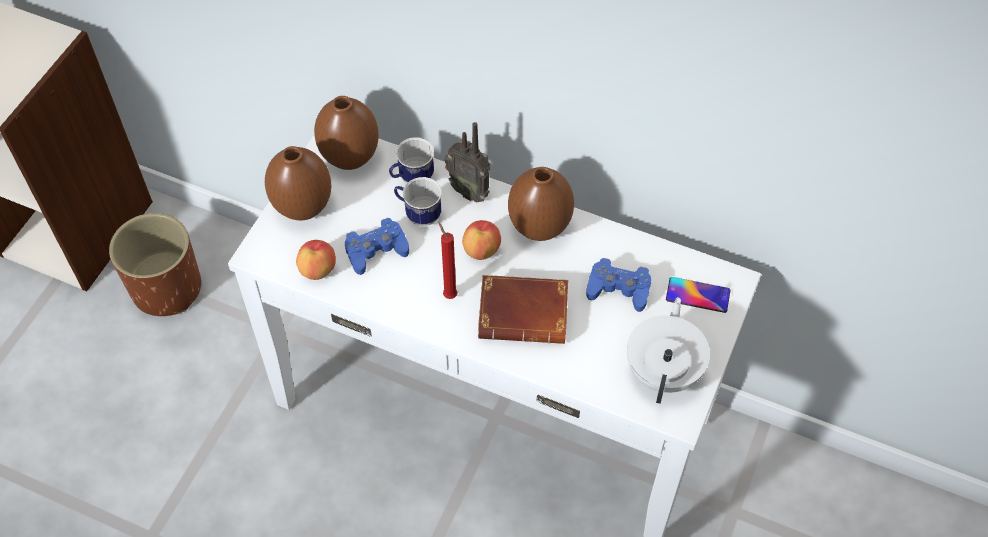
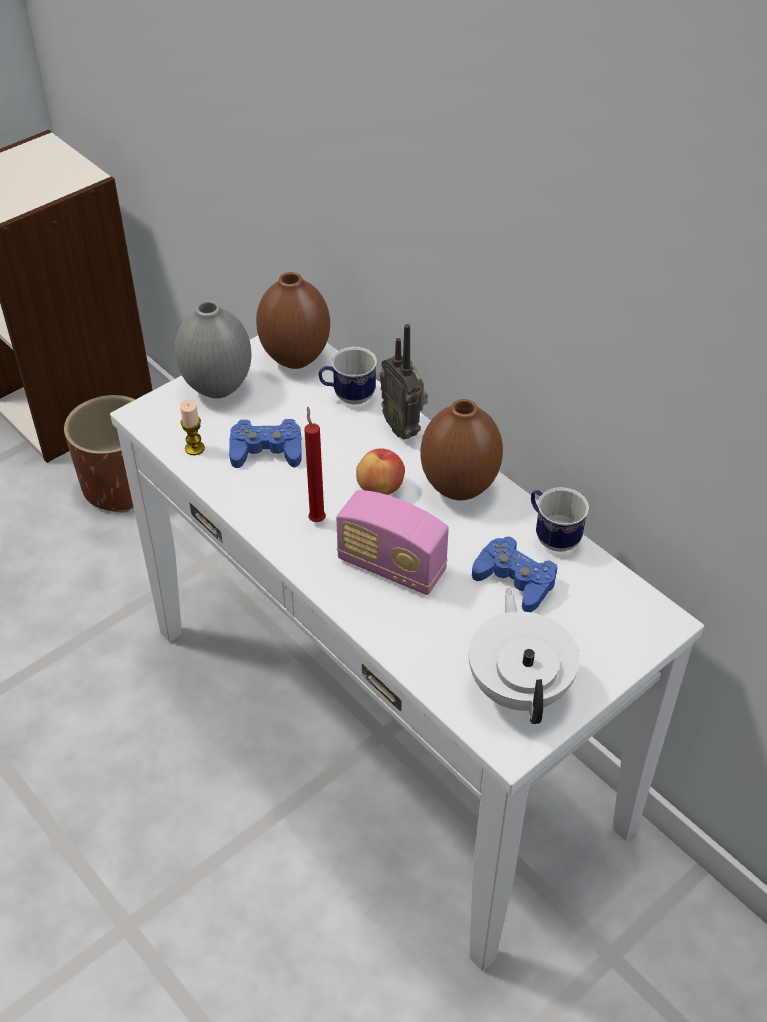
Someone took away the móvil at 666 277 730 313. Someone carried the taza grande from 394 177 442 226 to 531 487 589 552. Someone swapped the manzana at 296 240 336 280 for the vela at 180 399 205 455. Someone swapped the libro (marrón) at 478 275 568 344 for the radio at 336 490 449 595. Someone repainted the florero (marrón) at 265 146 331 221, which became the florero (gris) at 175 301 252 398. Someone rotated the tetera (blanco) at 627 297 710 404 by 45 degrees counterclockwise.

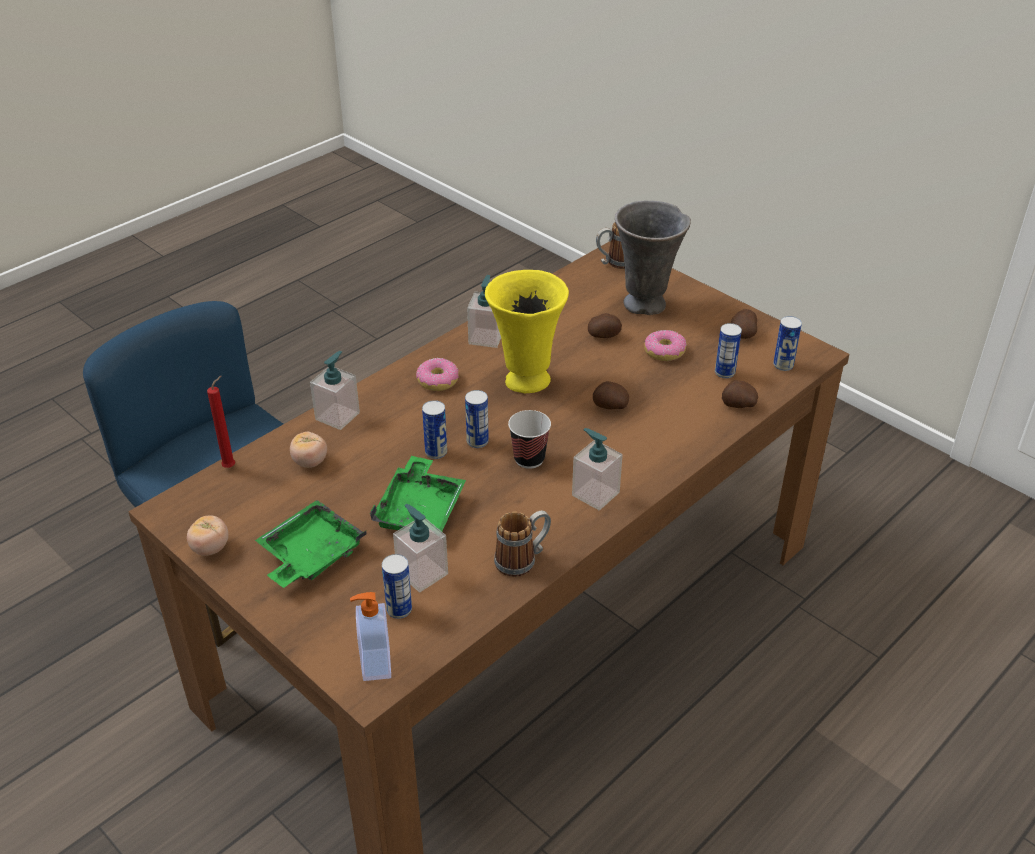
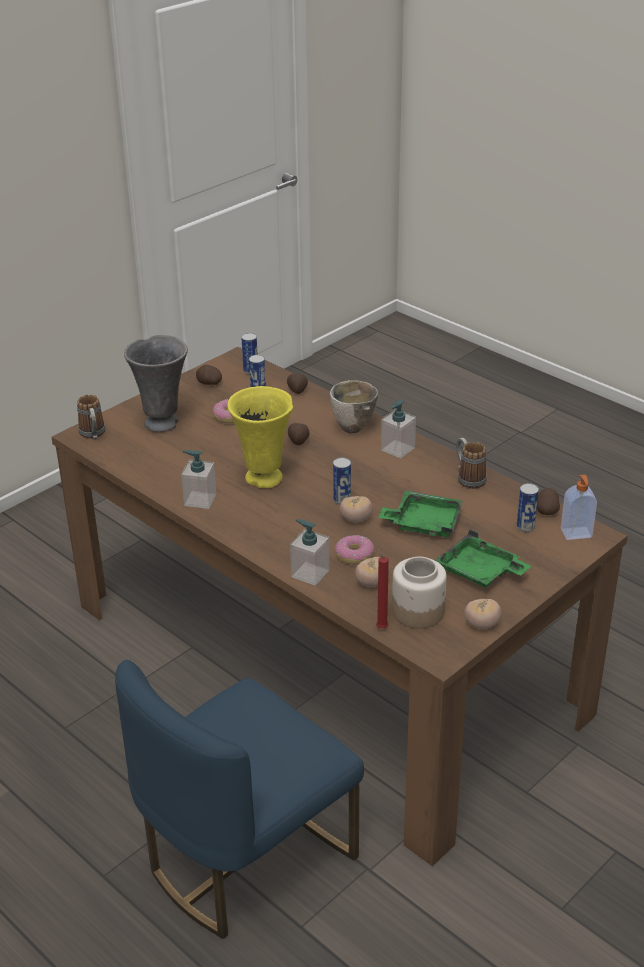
Someone took away the dispensador de jabón at 393 504 448 592. Someone took away the taza at 508 410 551 469. Someone put down the cuenco at 330 380 378 433. Someone put down the tarro at 392 556 447 629. Someone carried the rosquilla from 416 358 459 391 to 335 535 375 565. Someone carried the patata from 588 313 622 338 to 537 488 560 515. Someone swapped the lata at 422 400 447 459 for the tomate at 340 496 373 523.

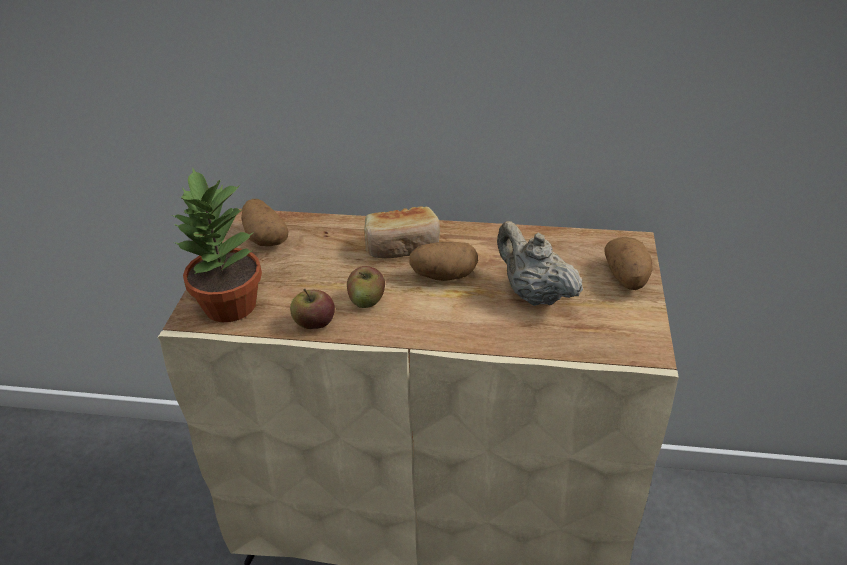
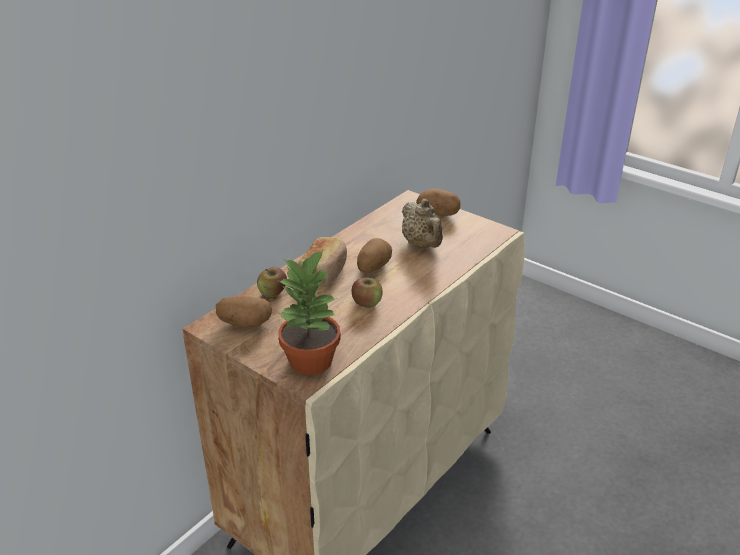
Someone carried the manzana from 290 288 335 329 to 257 267 287 297. Someone rotated the tetera (beis) at 497 221 583 306 by 105 degrees counterclockwise.

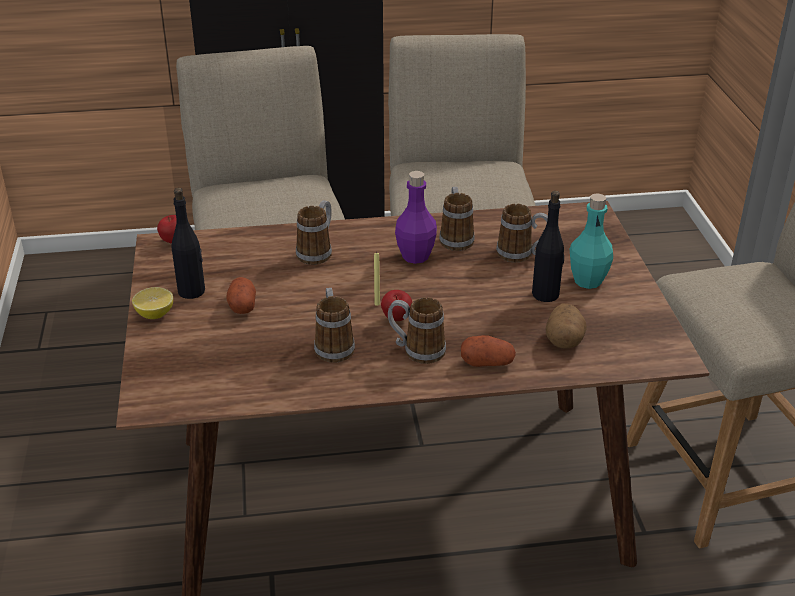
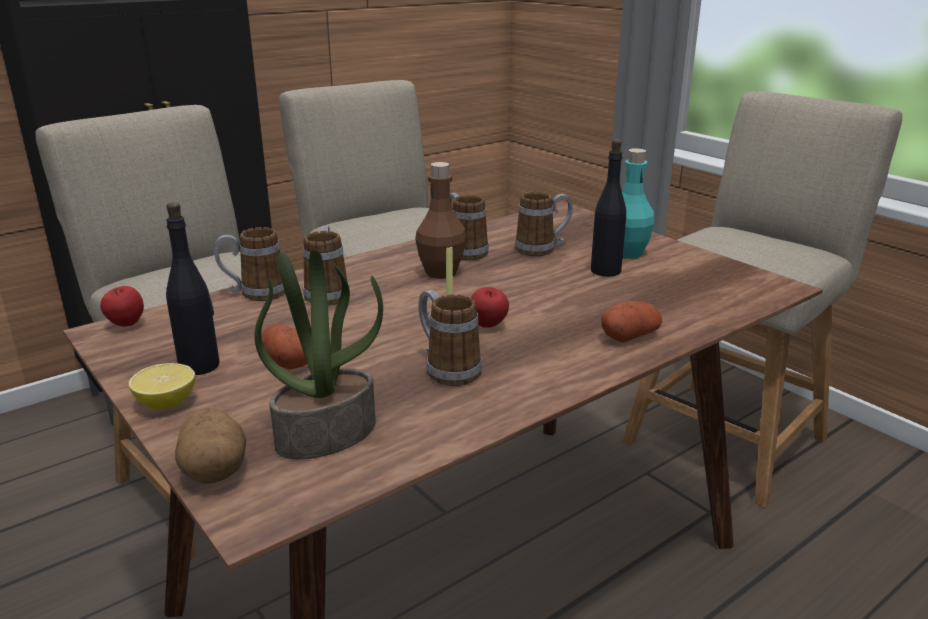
Someone put down the planta en maceta at 254 249 383 459. Someone carried the taza grande from 388 297 446 364 to 214 227 285 301. Someone carried the patata from 546 303 586 349 to 175 408 246 484. Someone repainted the botella (morado) at 395 171 437 264, which became the botella (marrón) at 415 162 466 279.

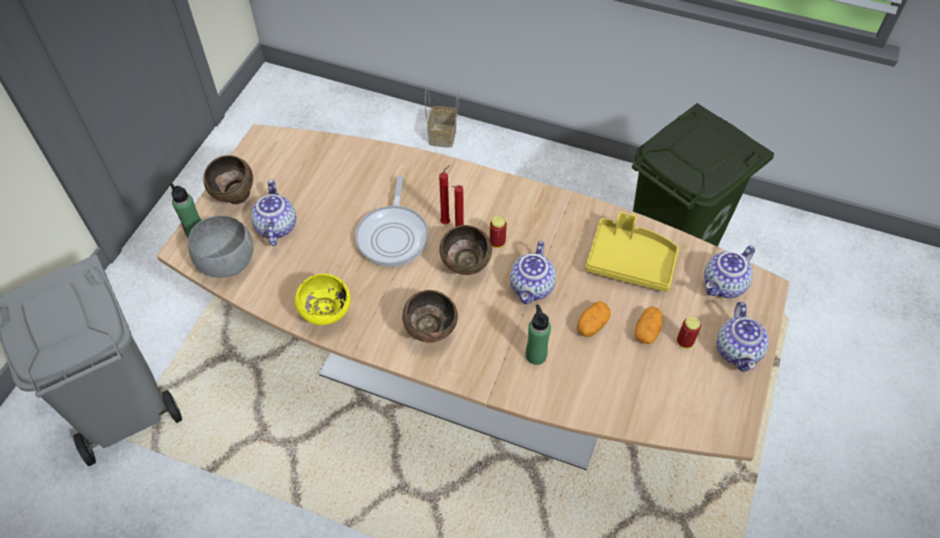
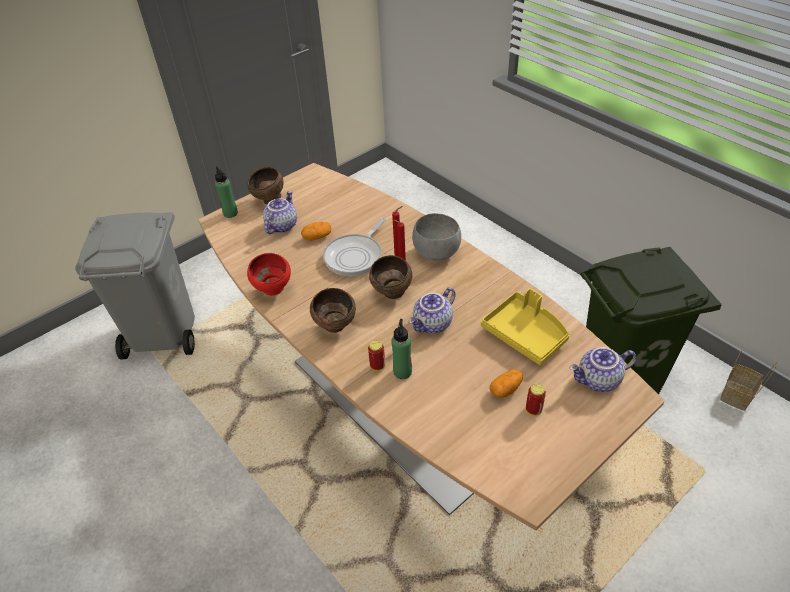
Someone took away the tetera at 717 302 769 372. Someone carried the cuenco (gris) from 188 215 254 278 to 412 213 461 261. Someone carried the cesta from 425 88 459 148 to 720 347 779 411. Someone carried the lata from 490 216 507 248 to 368 340 385 371. Someone carried the patata from 577 301 611 337 to 301 222 331 241. Someone repainted the cuenco (amarillo) at 295 274 351 325, which became the cuenco (rojo) at 247 253 291 296.

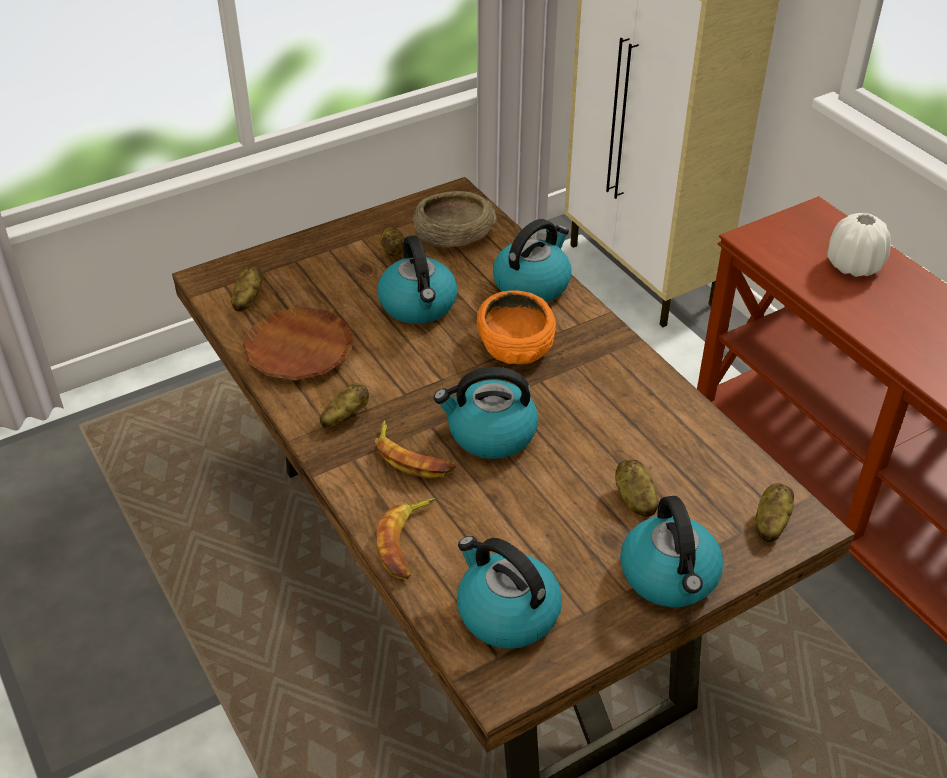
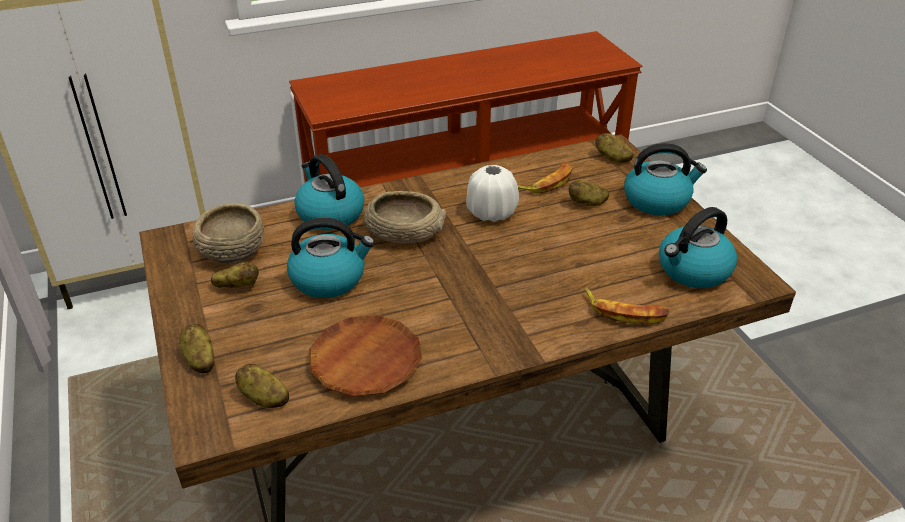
Someone took away the hervidor at 434 367 538 459. Someone carried the patata from 320 384 369 428 to 179 324 214 373. Someone carried the plátano from 375 420 456 478 to 518 162 573 194. Someone carried the florero (blanco) from 827 213 891 277 to 466 165 519 222. Someone repainted the cuenco (naranja) at 477 290 556 364, which became the cuenco (beis) at 364 191 446 243.

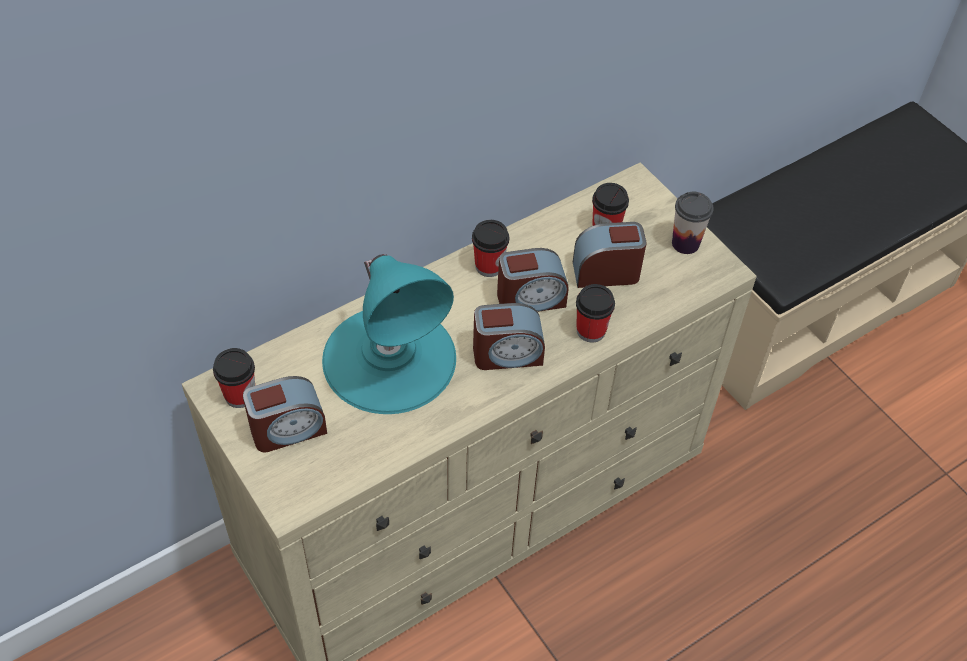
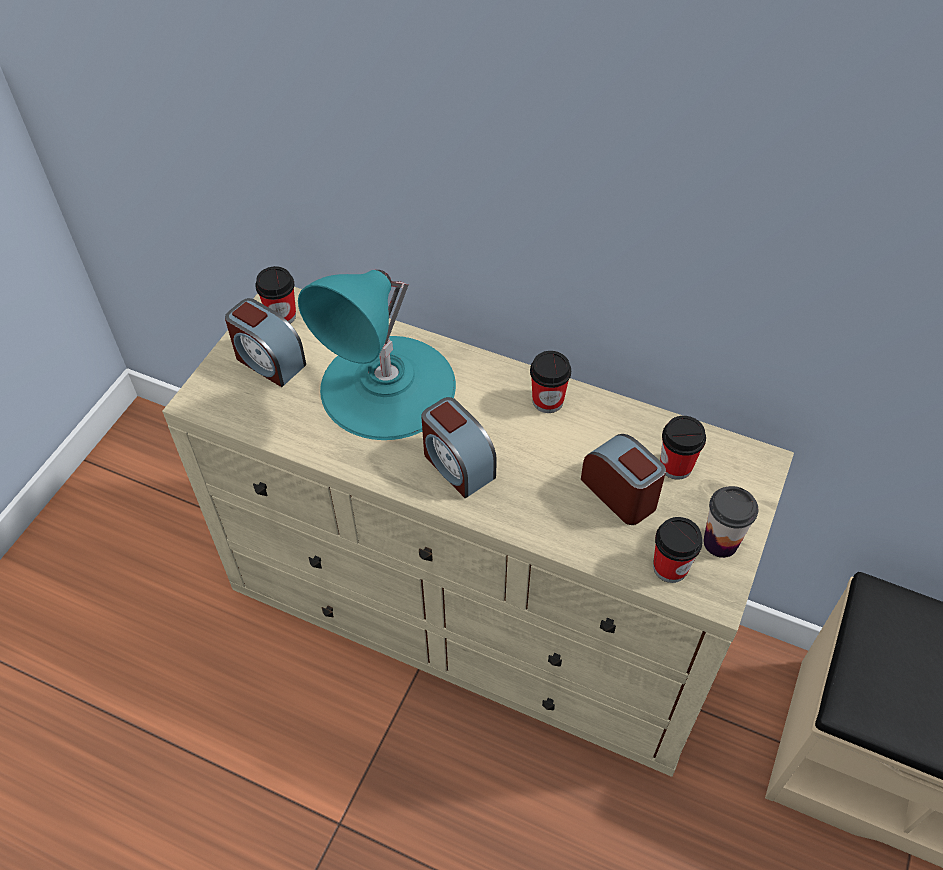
Someone took away the despertador at 497 248 569 312. Someone carried the taza from 576 284 615 342 to 653 517 703 583.

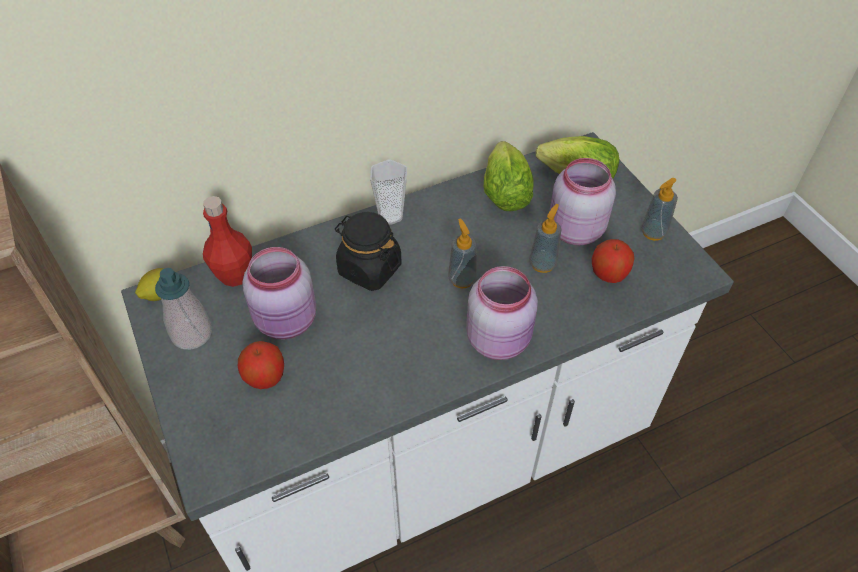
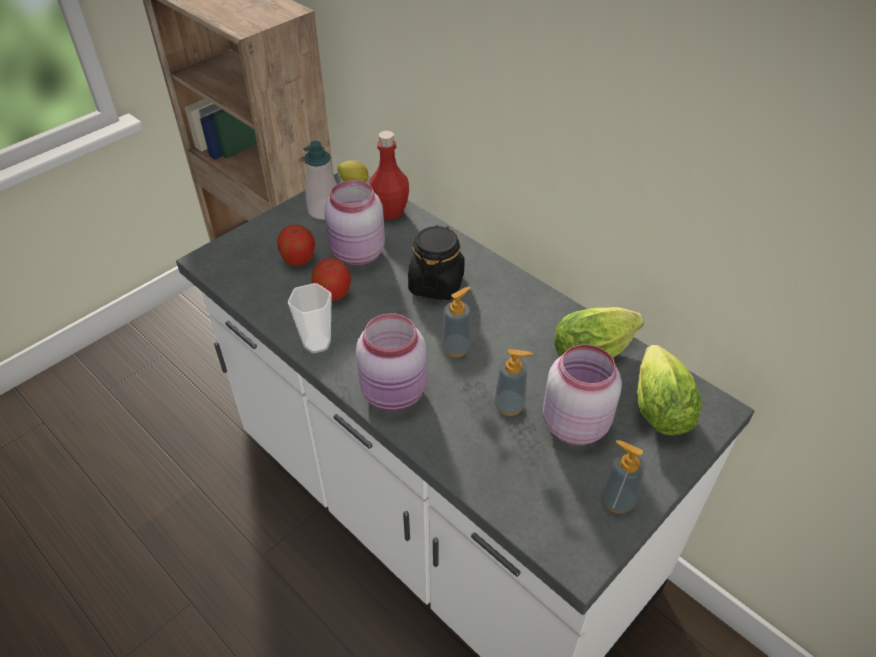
Someone carried the taza from 370 160 407 225 to 288 283 332 353. Someone carried the manzana from 592 239 634 283 to 312 258 351 301.

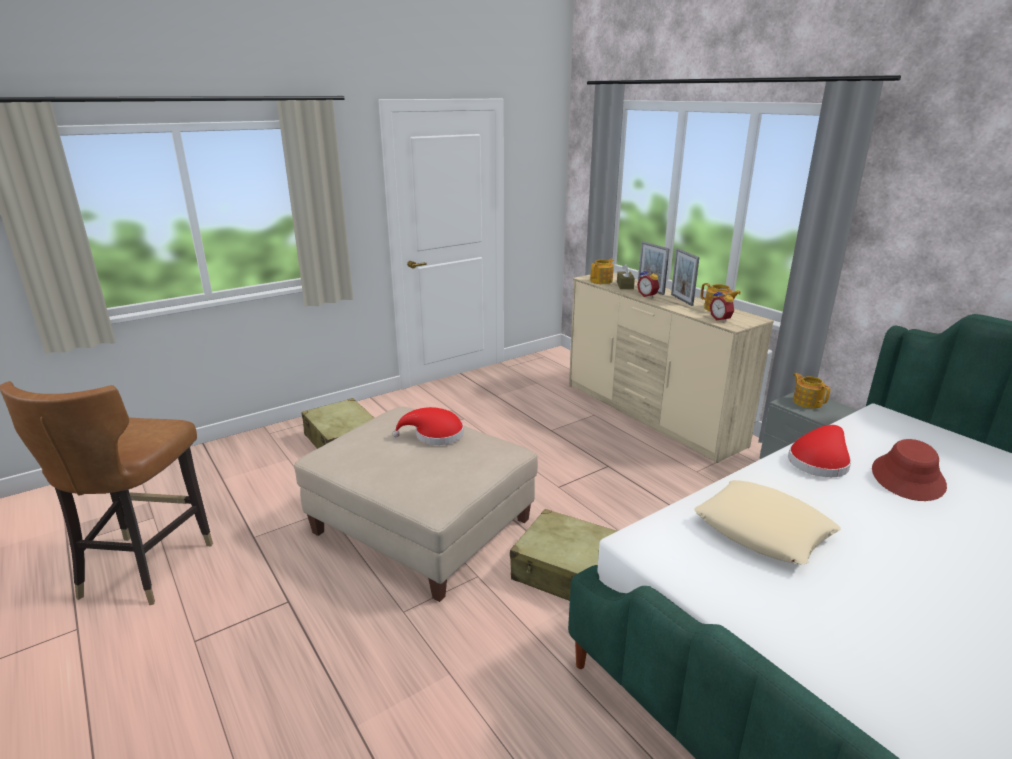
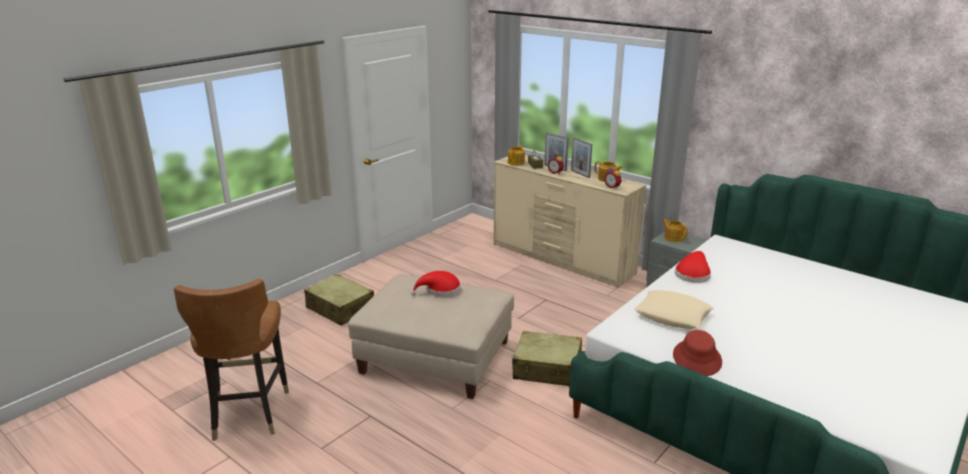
Someone carried the sombrero (rojo) from 872 439 947 501 to 673 330 722 376.

